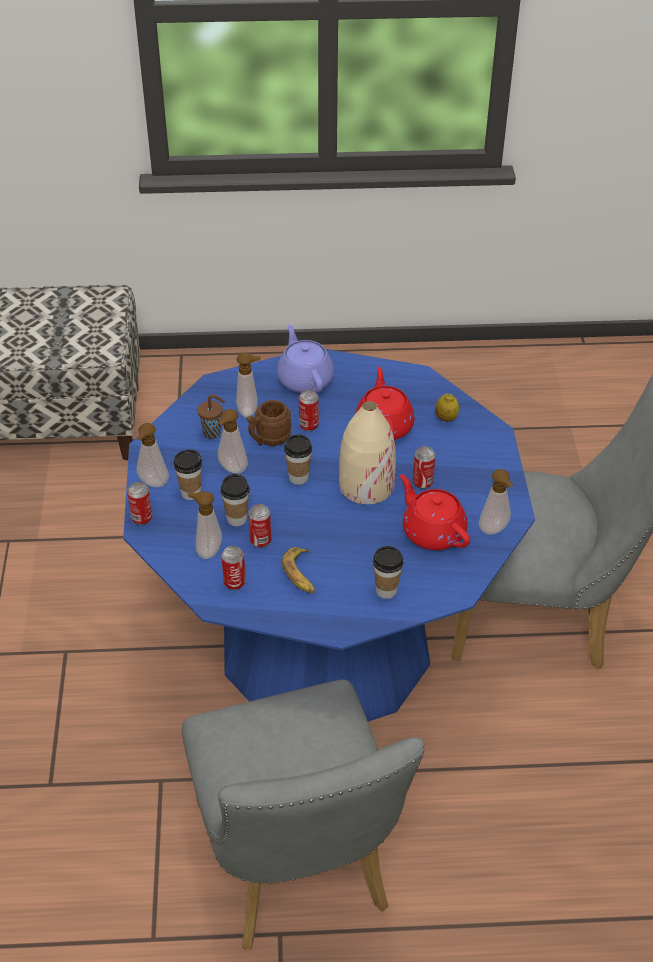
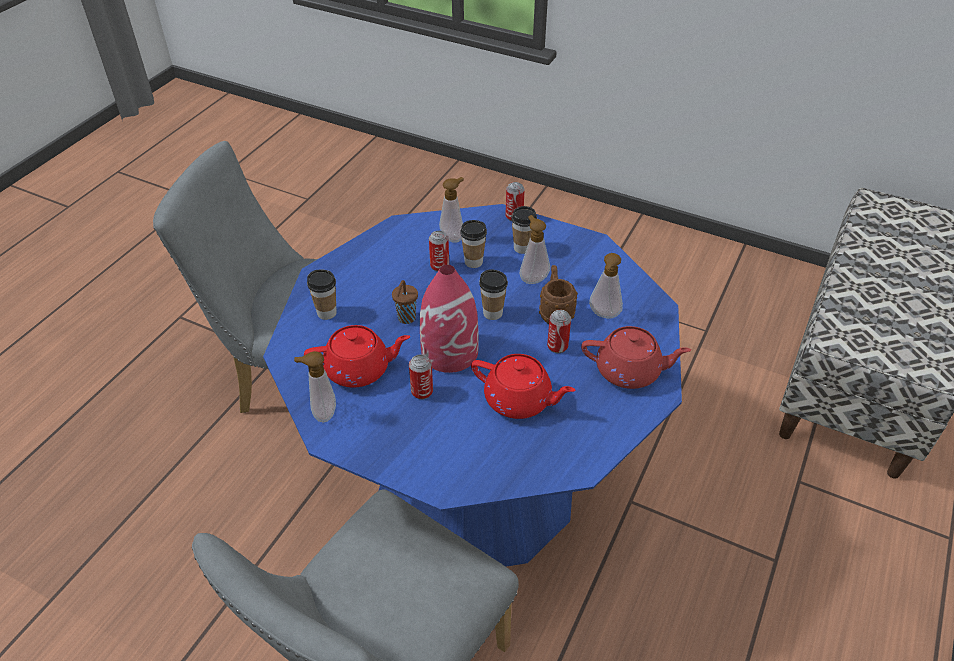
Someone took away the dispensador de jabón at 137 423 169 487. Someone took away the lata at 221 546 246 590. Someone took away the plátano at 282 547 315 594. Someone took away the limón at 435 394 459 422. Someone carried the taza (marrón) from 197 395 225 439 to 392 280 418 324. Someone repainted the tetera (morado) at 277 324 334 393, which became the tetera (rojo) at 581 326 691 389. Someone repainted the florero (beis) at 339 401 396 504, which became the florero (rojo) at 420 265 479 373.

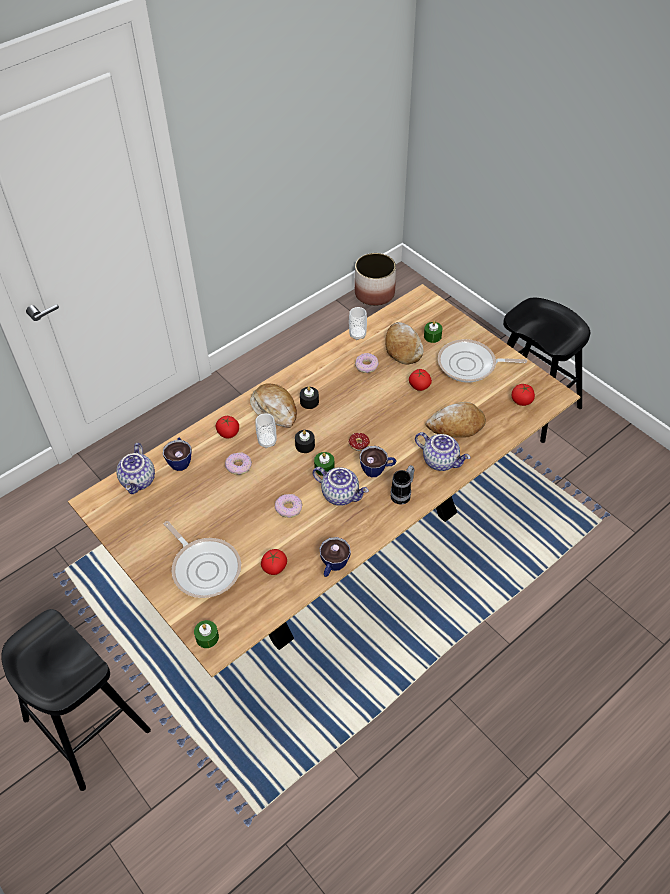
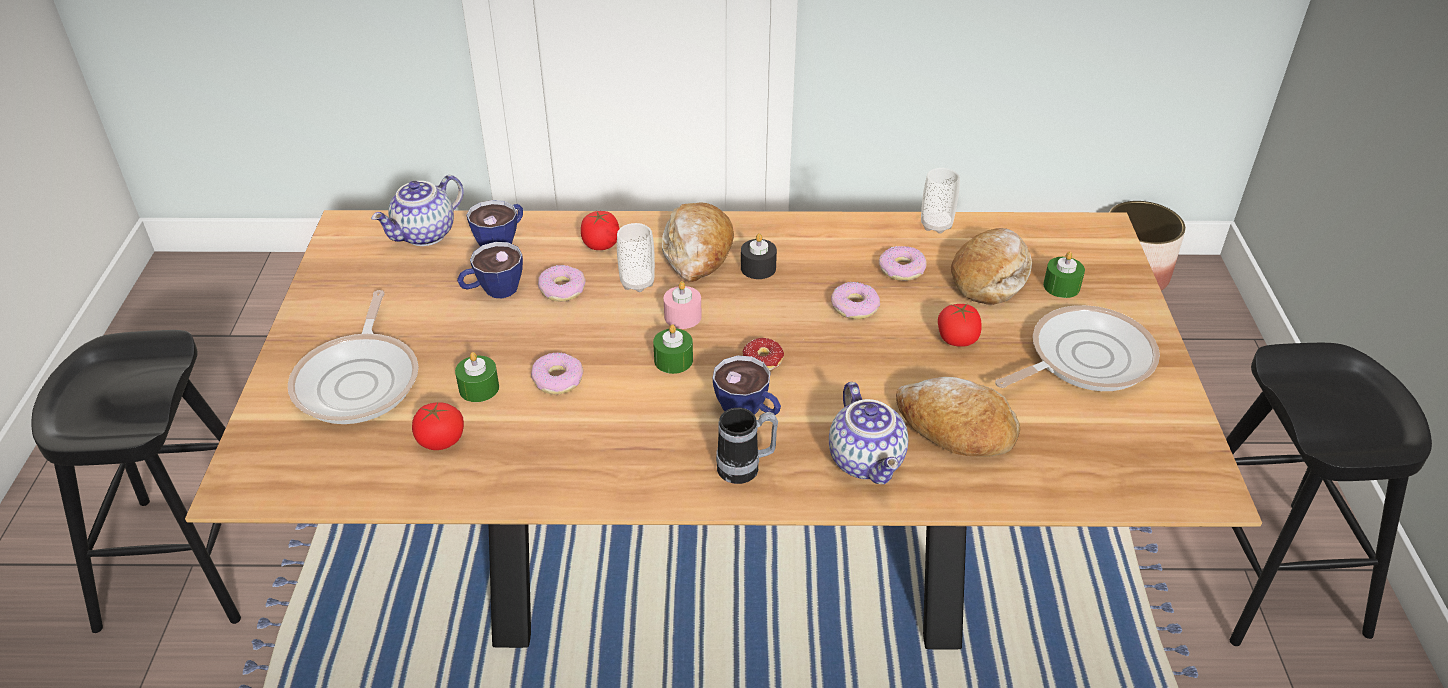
Someone took away the tetera at 313 467 369 506. Someone took away the tomate at 512 384 535 406. Someone put down the rosquilla at 831 282 880 319. Someone carried the vela (verde) from 194 620 219 648 to 455 352 499 402. Someone carried the taza from 319 537 351 577 to 457 242 523 298. Someone repainted the vela (negro) at 295 430 315 453, which became the vela (rosa) at 664 281 701 329. Someone rotated the sartén at 438 339 527 383 by 105 degrees clockwise.

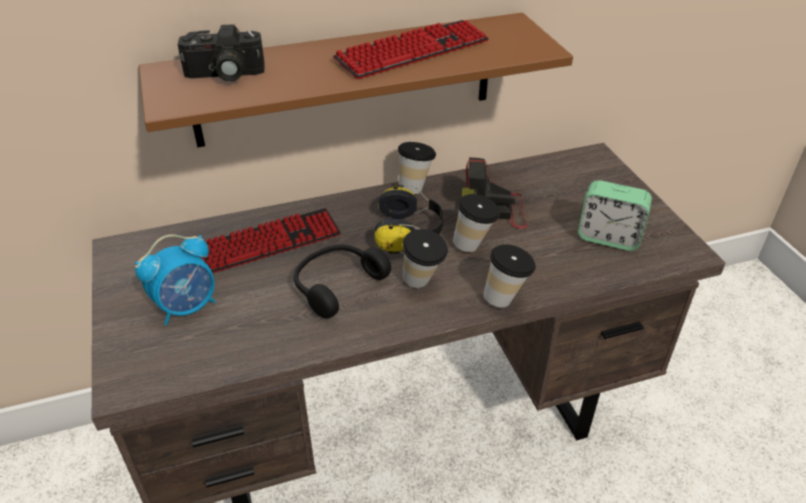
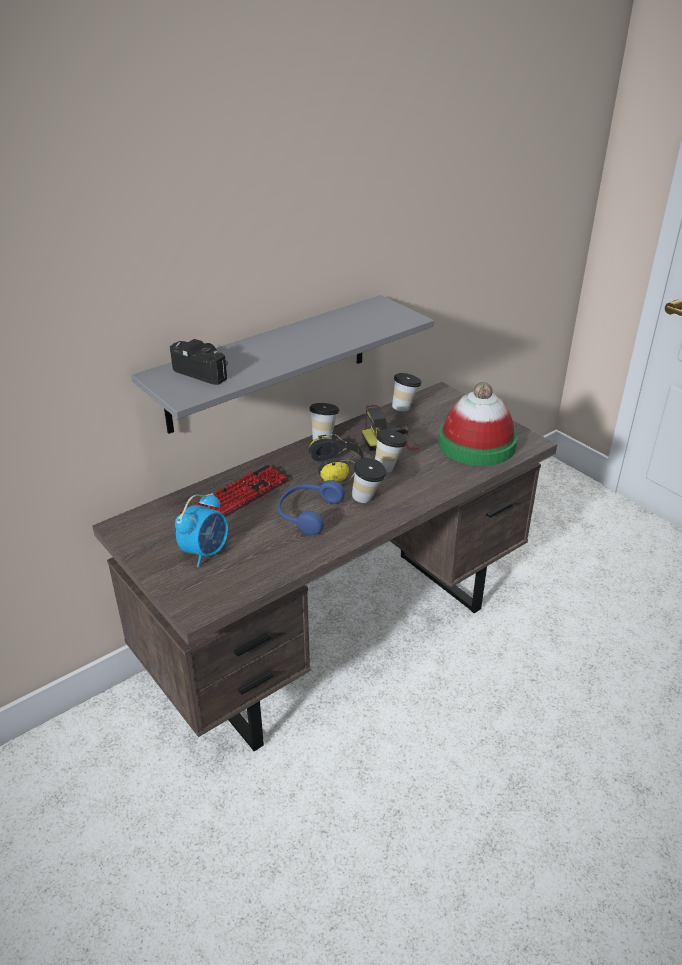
Someone took away the teclado at 333 20 489 79. Someone carried the taza from 484 244 536 308 to 392 373 422 412. Someone swapped the despertador at 578 180 652 251 for the sombrero at 438 382 518 466. Someone repainted the estante (marrón) at 139 13 573 147, which became the estante (gris) at 131 295 434 434. Someone repainted the auriculares (negro) at 294 245 391 318, which became the auriculares (azul) at 277 480 345 535. Someone rotated the cámara at 178 24 265 82 by 120 degrees counterclockwise.

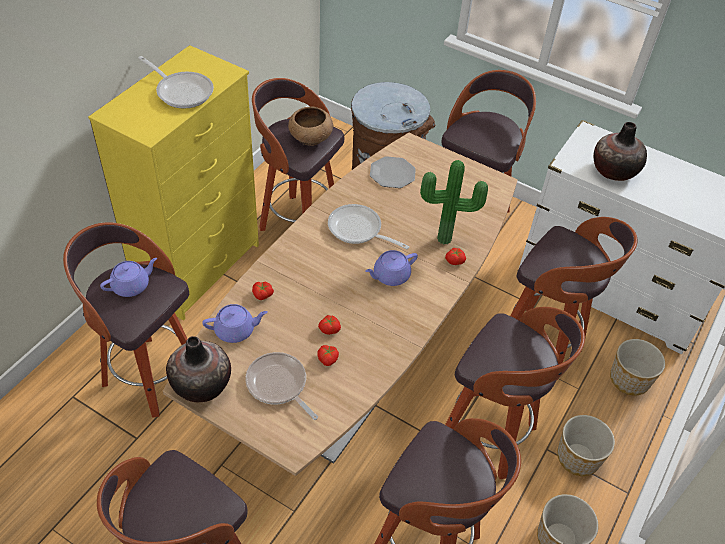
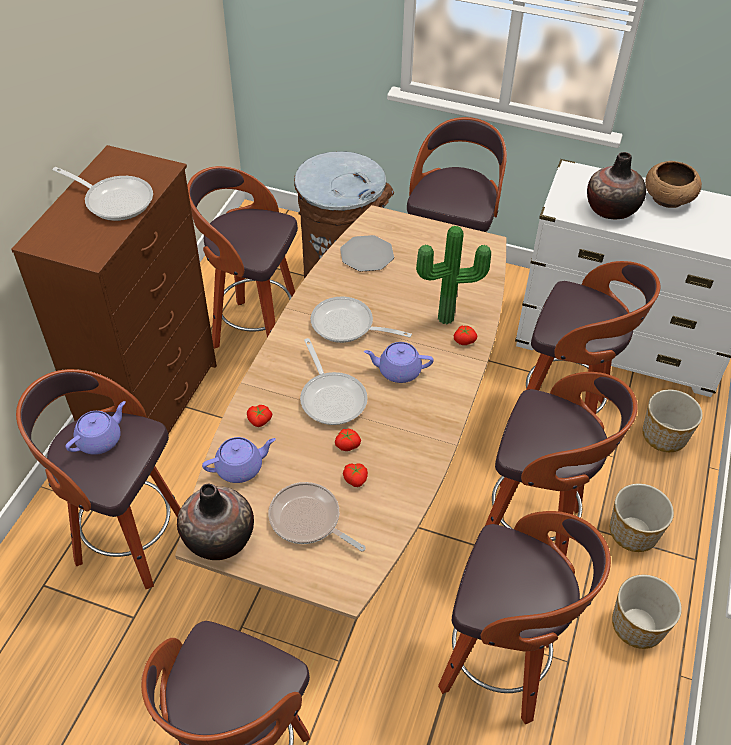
Someone put down the sartén at 300 338 368 425. Someone carried the cuenco (marrón) from 288 107 333 146 to 645 161 702 208. Someone repainted the cómoda (amarillo) at 88 45 259 321, which became the cómoda (marrón) at 11 145 217 434. Someone rotated the tetera (morado) at 365 250 418 286 by 45 degrees clockwise.

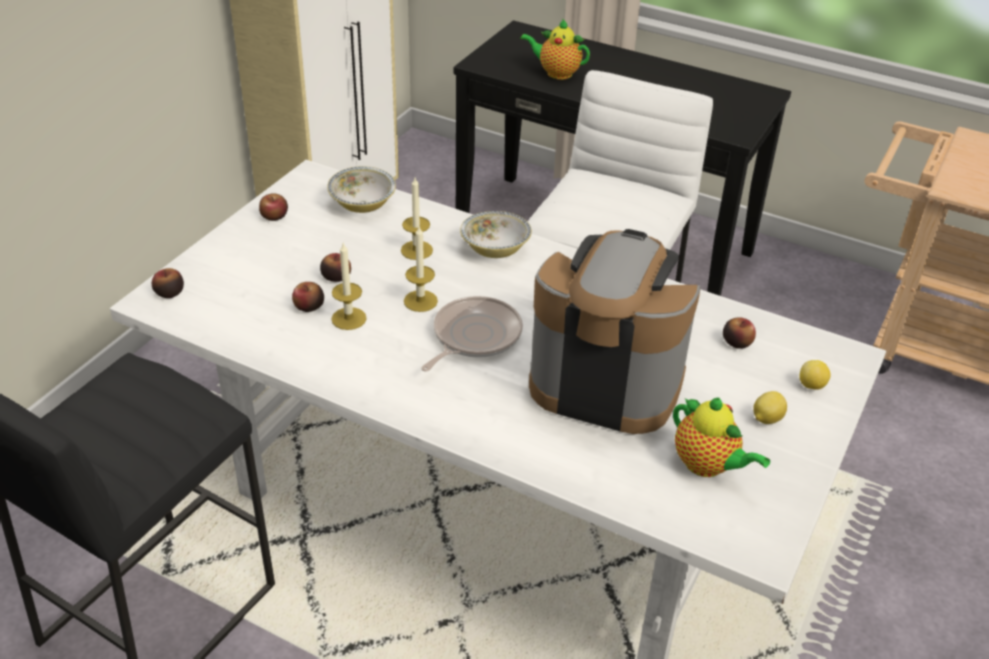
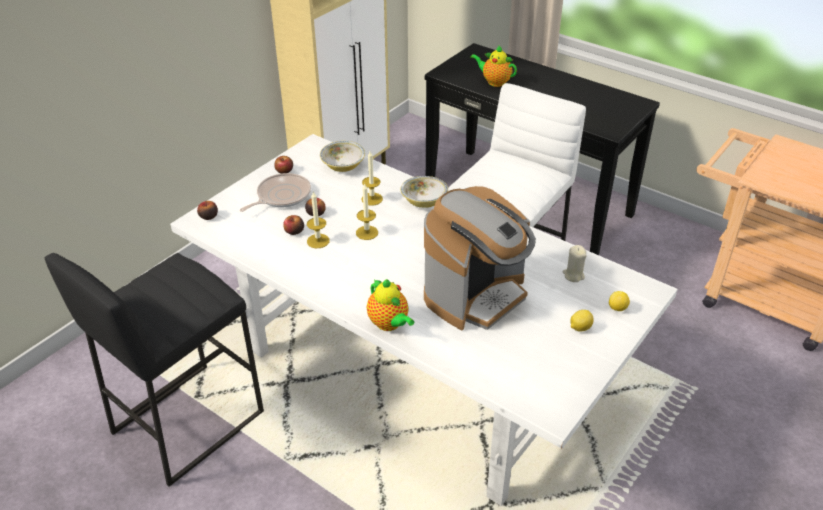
Someone carried the sartén from 421 296 523 372 to 240 173 311 212. Someone carried the tetera from 673 398 770 477 to 367 279 414 331. Someone swapped the manzana at 723 317 756 349 for the vela (beis) at 563 245 587 282. Someone rotated the cafetera at 529 229 701 434 by 105 degrees clockwise.

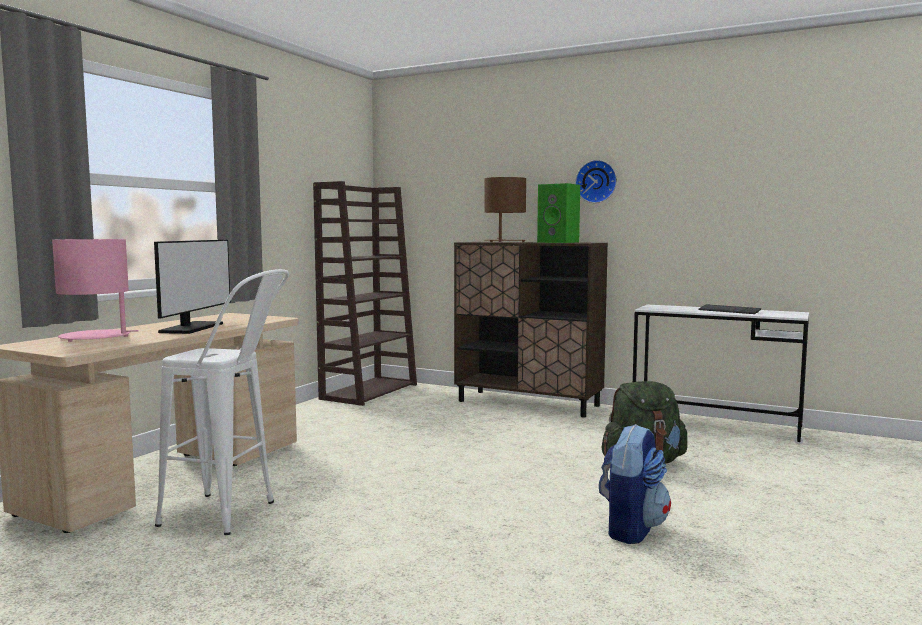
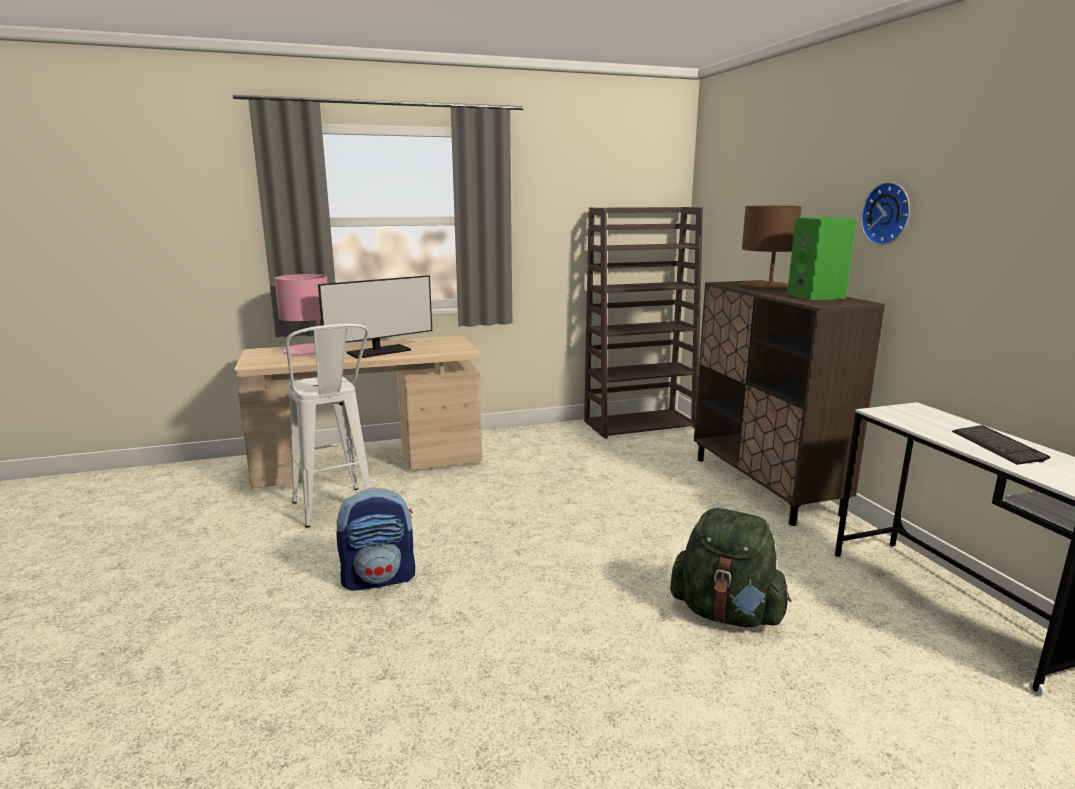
Someone carried the mochila from 599 424 671 544 to 336 488 415 591.

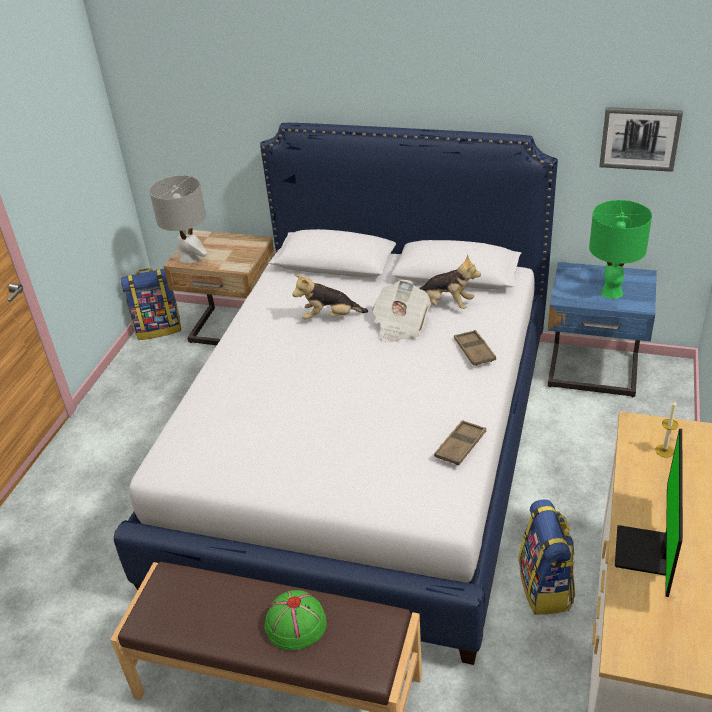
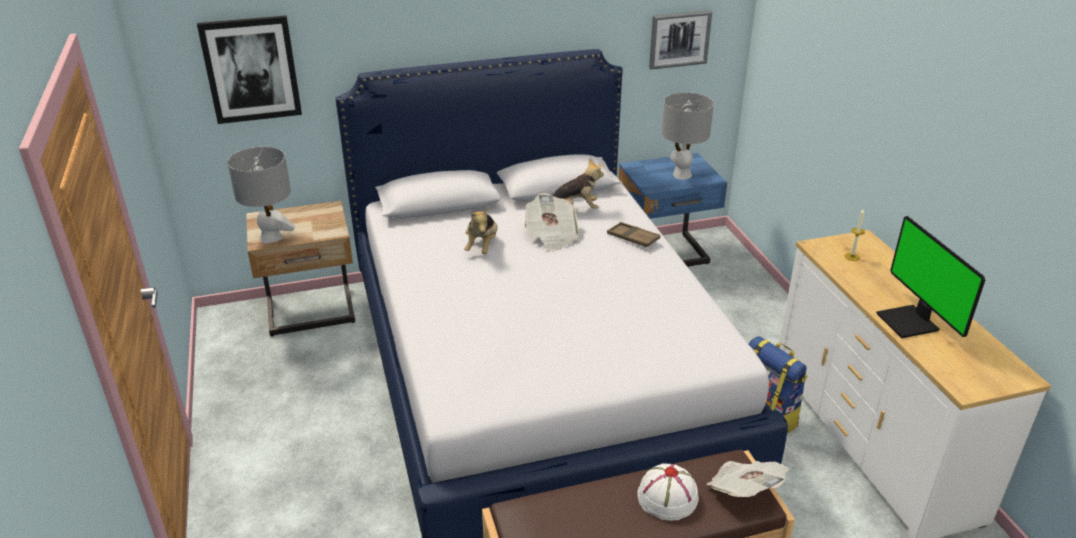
Someone took away the mochila at 121 268 181 340. Someone took away the bandeja (marrón) at 434 420 486 465. Someone put up the cuadro at 197 15 302 124. Someone put down the periódico at 706 461 790 497. Someone repainted the sombrero (verde) at 264 590 327 650, which became the sombrero (blanco) at 637 463 699 521. Someone repainted the lámpara de mesa (verde) at 589 200 652 299, which became the lámpara de mesa (gris) at 662 92 714 180. Someone rotated the peluche at 292 275 368 319 by 45 degrees counterclockwise.

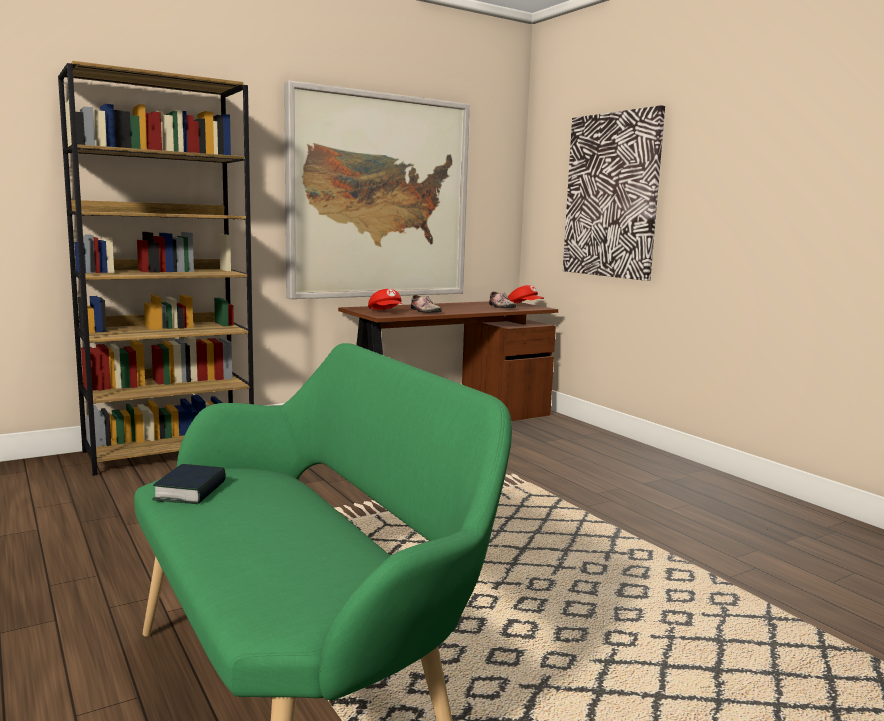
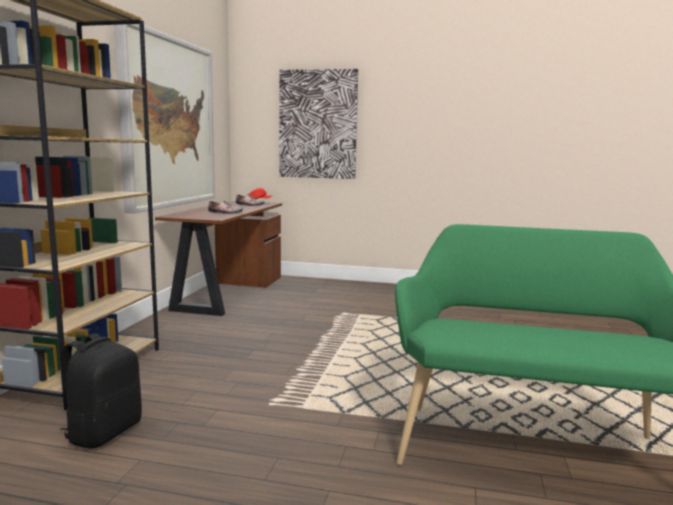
Someone took away the libro at 152 464 226 504. Someone took away the gorra (rojo) at 368 289 403 310. Someone put down the mochila (negro) at 60 334 142 449.

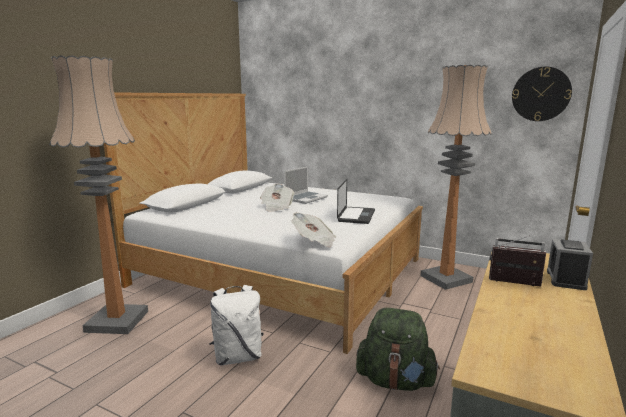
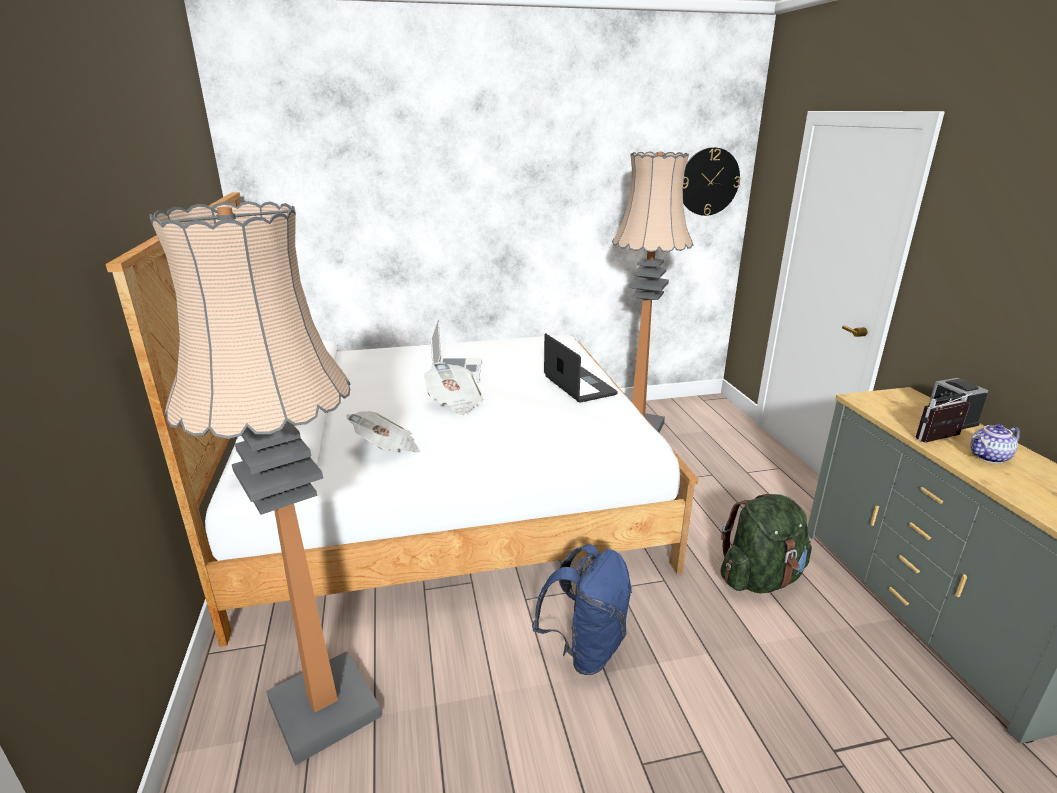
Someone put down the tetera at 970 424 1020 463. Someone carried the periódico from 291 212 336 247 to 346 411 420 452. Someone repainted the mochila (blanco) at 209 285 264 365, which became the mochila (azul) at 532 544 632 675.

